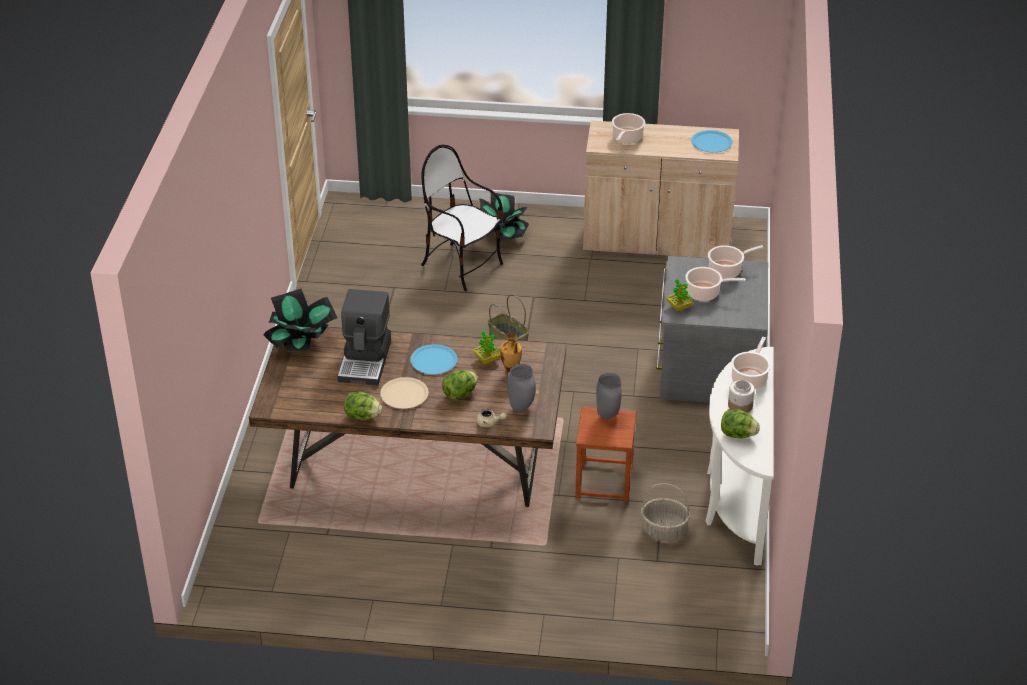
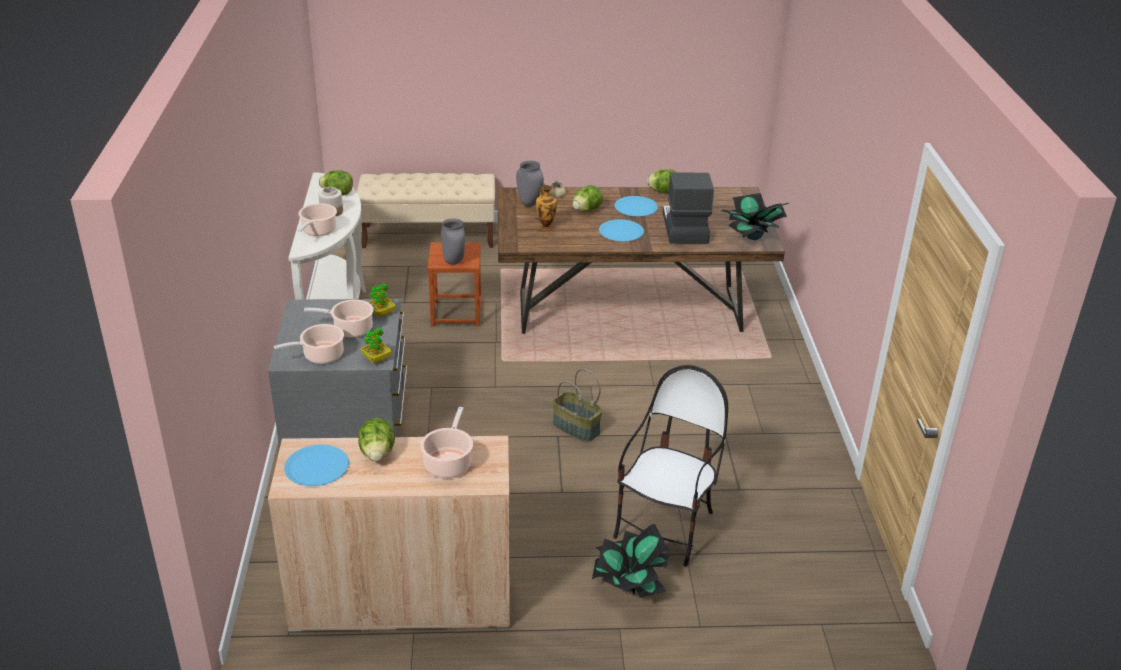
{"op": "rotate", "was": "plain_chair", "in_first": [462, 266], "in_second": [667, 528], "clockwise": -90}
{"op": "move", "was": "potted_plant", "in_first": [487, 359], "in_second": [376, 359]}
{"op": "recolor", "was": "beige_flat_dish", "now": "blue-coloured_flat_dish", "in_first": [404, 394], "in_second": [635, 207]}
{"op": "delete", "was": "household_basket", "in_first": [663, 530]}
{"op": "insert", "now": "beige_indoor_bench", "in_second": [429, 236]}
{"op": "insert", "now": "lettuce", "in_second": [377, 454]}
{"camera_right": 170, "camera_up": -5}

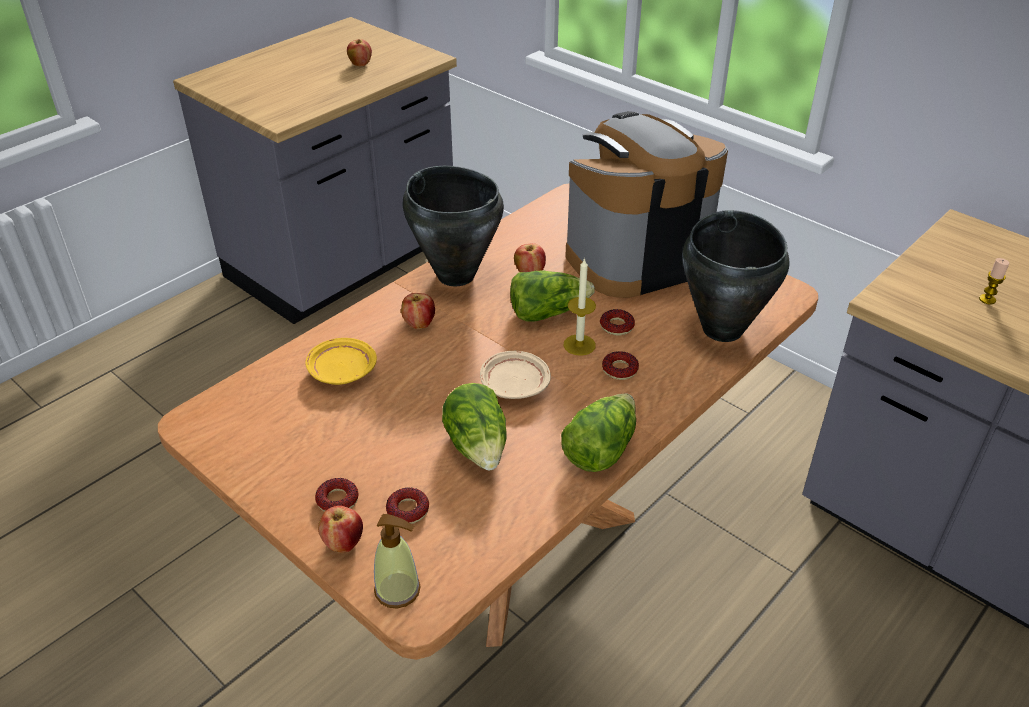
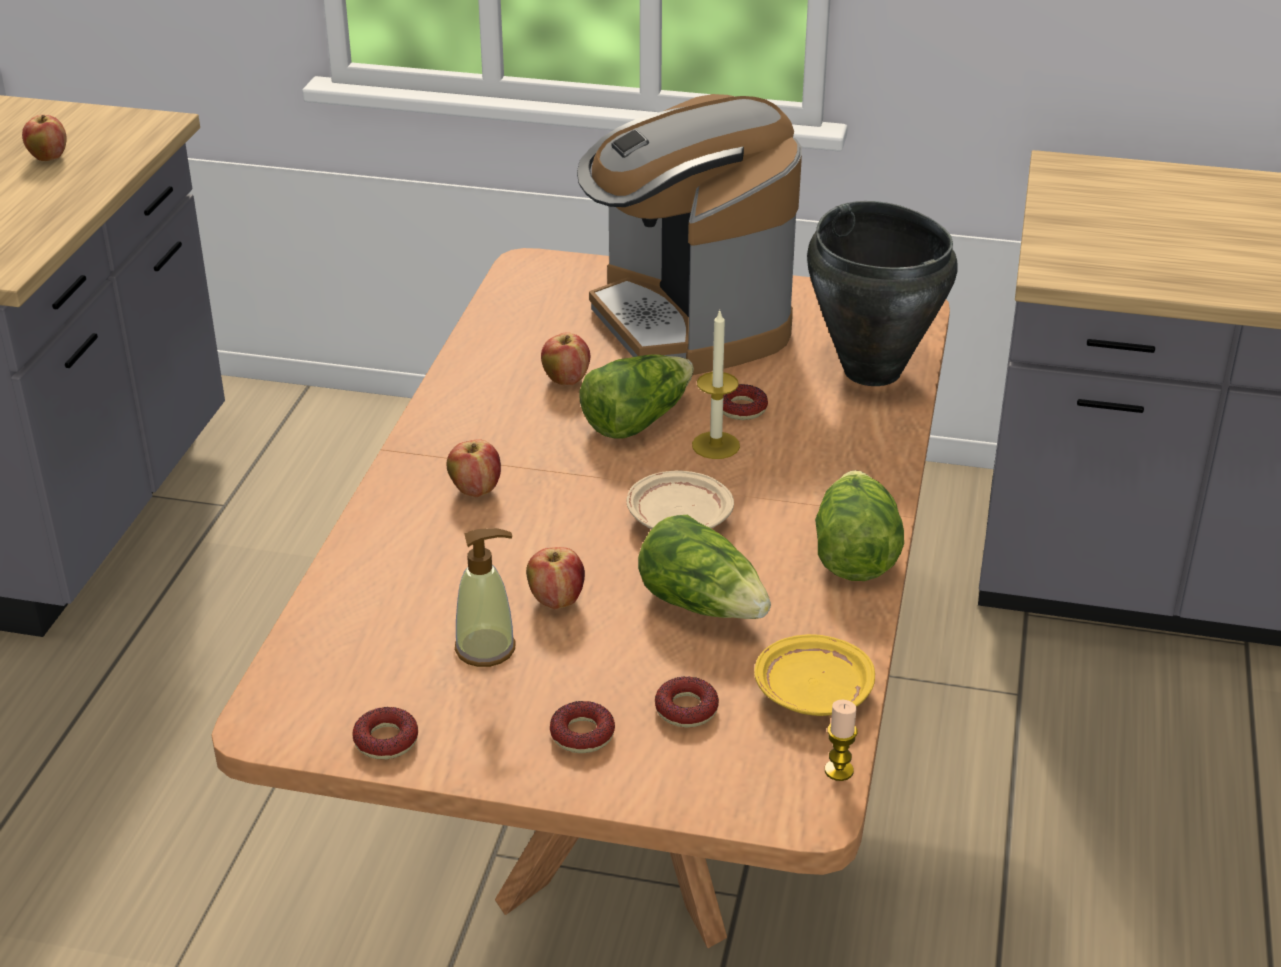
{"op": "rotate", "was": "coffee_brewer", "in_first": [635, 259], "in_second": [689, 321], "clockwise": -60}
{"op": "delete", "was": "black_cooking_pot", "in_first": [456, 275]}
{"op": "move", "was": "wax_candle", "in_first": [987, 299], "in_second": [839, 770]}
{"op": "move", "was": "yellow-coloured_flat_dish", "in_first": [341, 371], "in_second": [812, 692]}
{"op": "move", "was": "doughnut", "in_first": [620, 369], "in_second": [386, 740]}
{"op": "move", "was": "apple", "in_first": [343, 543], "in_second": [556, 600]}
{"op": "move", "was": "soap_dispenser", "in_first": [398, 590], "in_second": [486, 648]}
{"camera_right": -30, "camera_up": -5}

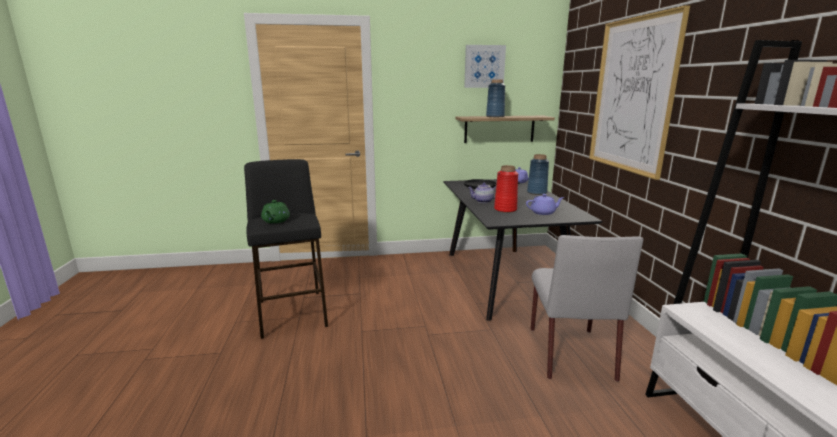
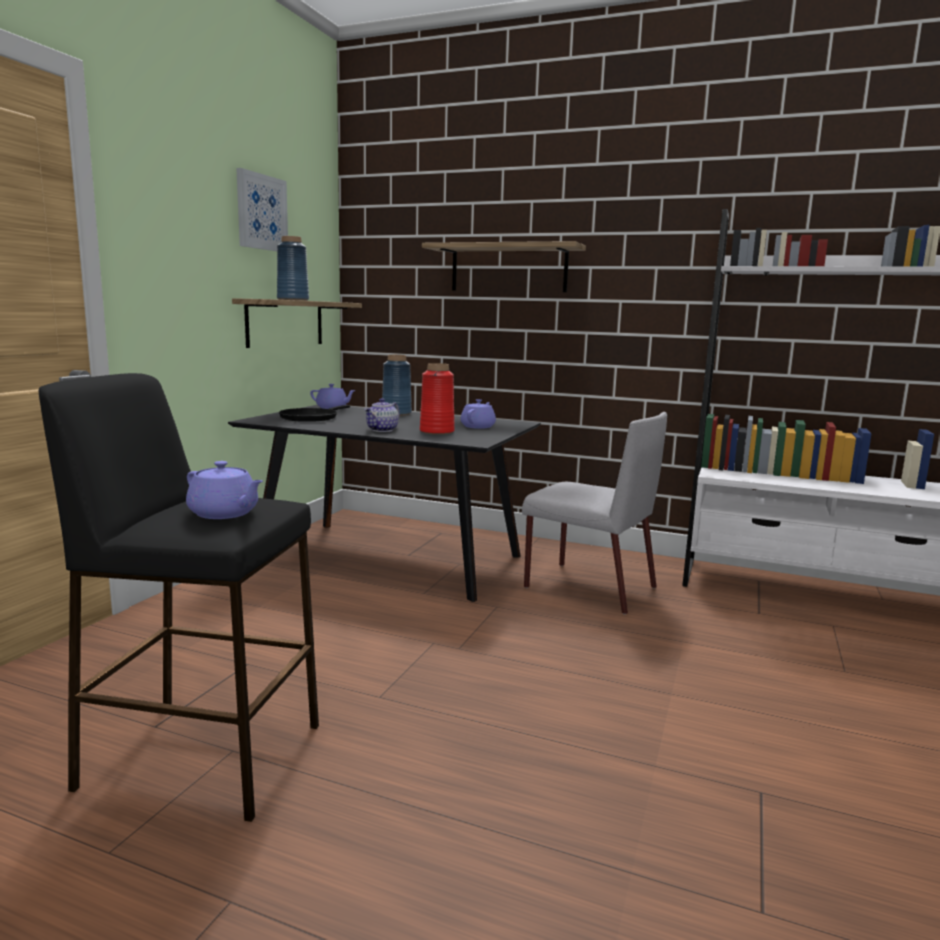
{"op": "replace", "was": "wall_art", "now": "bracket_shelf", "in_first": [632, 95], "in_second": [508, 268]}
{"op": "recolor", "was": "greenish_teapot", "now": "purple-coloured_teapot", "in_first": [275, 221], "in_second": [225, 513]}
{"camera_right": -60, "camera_up": -5}

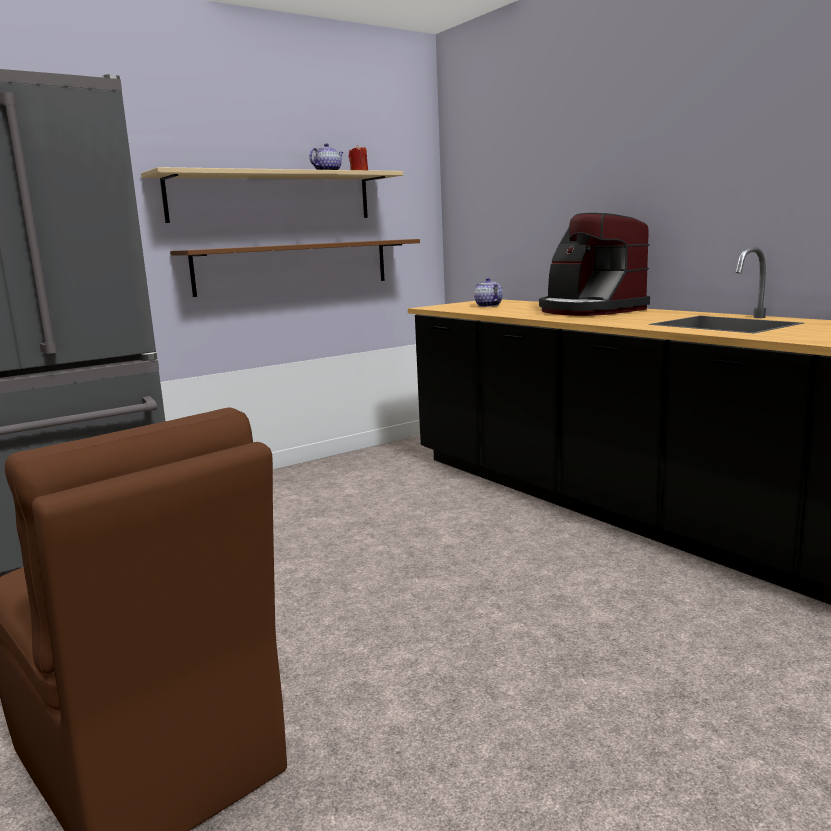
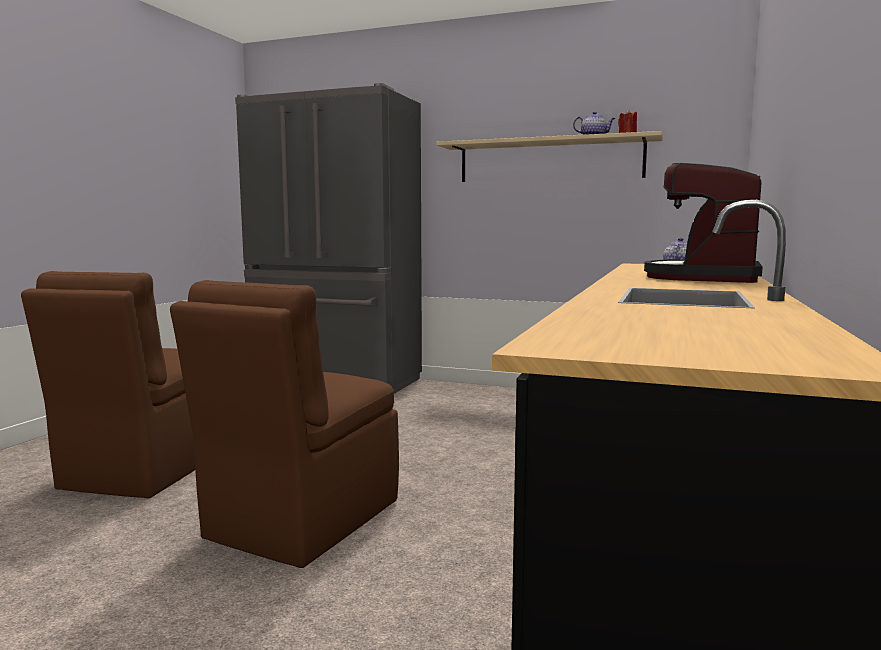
{"op": "delete", "was": "brown-coloured_bracket_shelf", "in_first": [294, 266]}
{"op": "insert", "now": "brown-coloured_plain_chair", "in_second": [300, 521]}
{"camera_right": 55, "camera_up": -5}

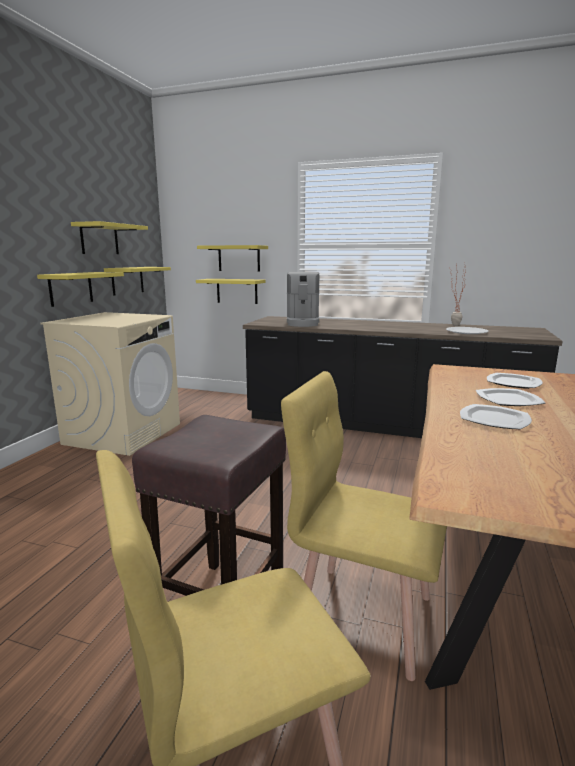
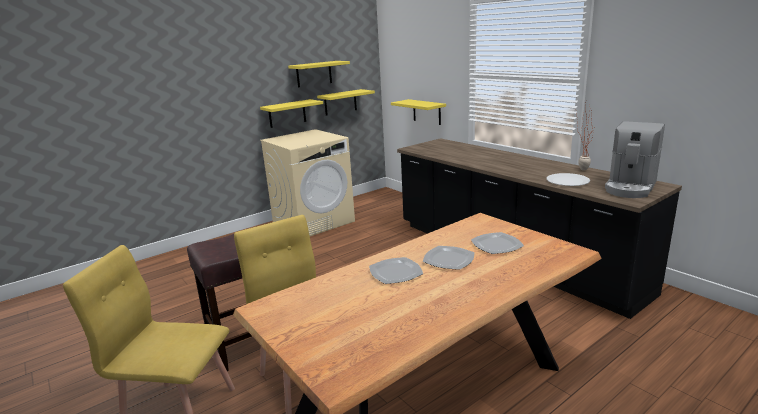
{"op": "delete", "was": "yellow-coloured_bracket_shelf", "in_first": [239, 258]}
{"op": "move", "was": "coffee_brewer", "in_first": [303, 322], "in_second": [630, 187]}
{"camera_right": 35, "camera_up": 5}

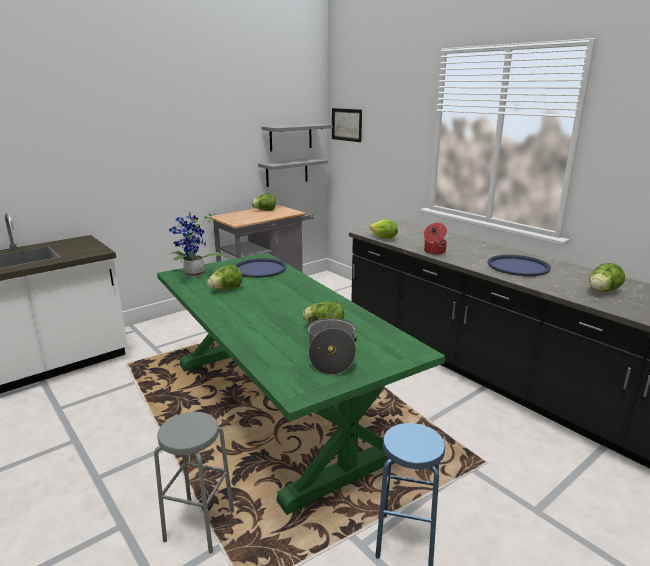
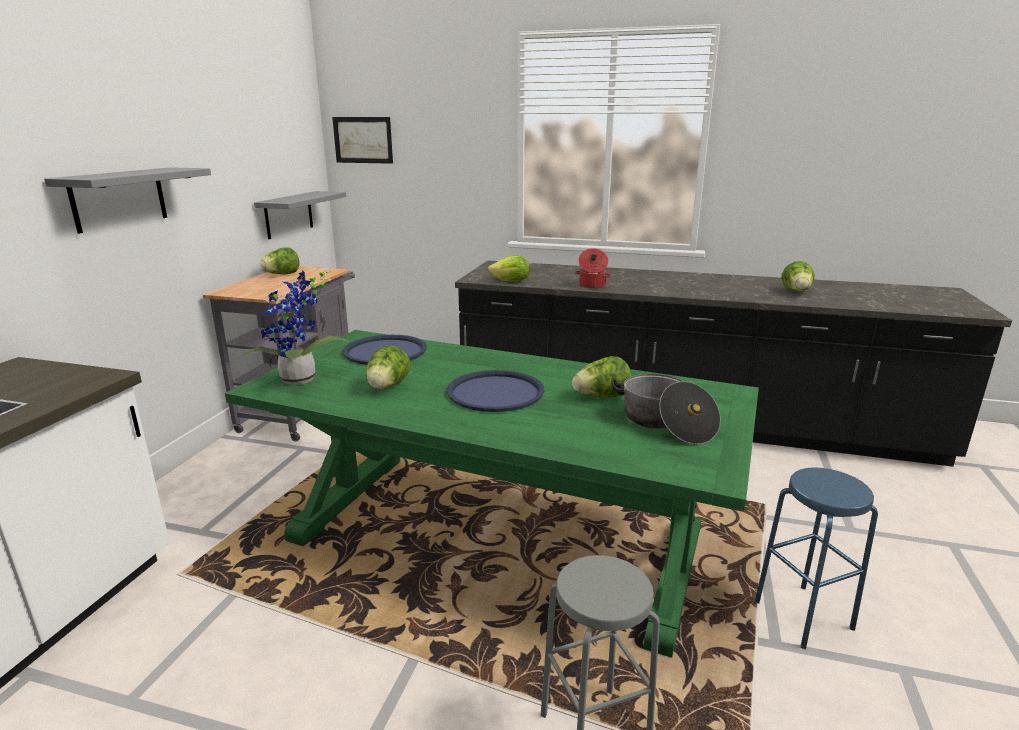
{"op": "move", "was": "grey_bracket_shelf", "in_first": [290, 137], "in_second": [119, 199]}
{"op": "move", "was": "blue-coloured_serving_tray", "in_first": [518, 266], "in_second": [495, 392]}
{"camera_right": -35, "camera_up": 0}

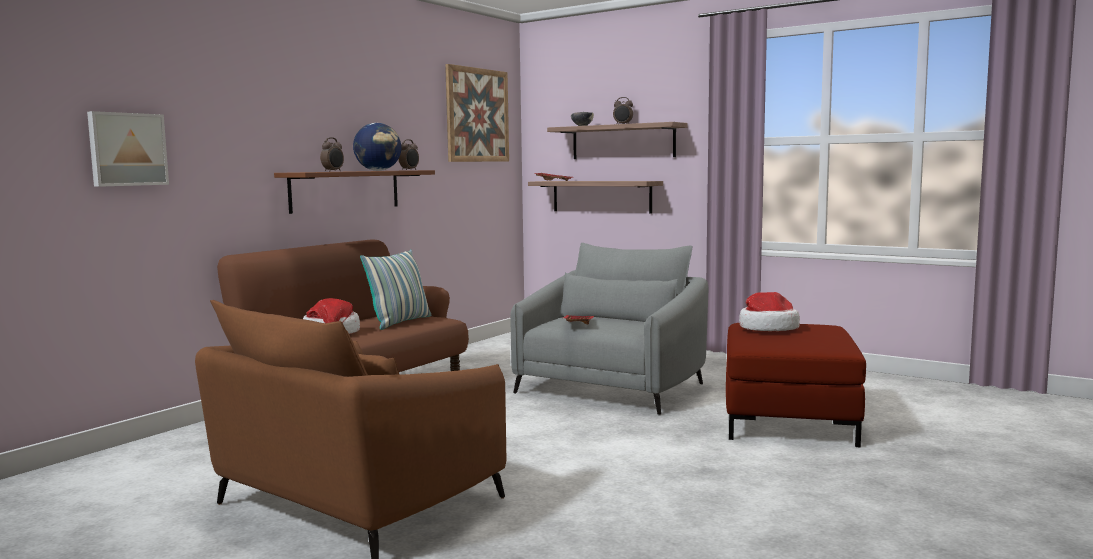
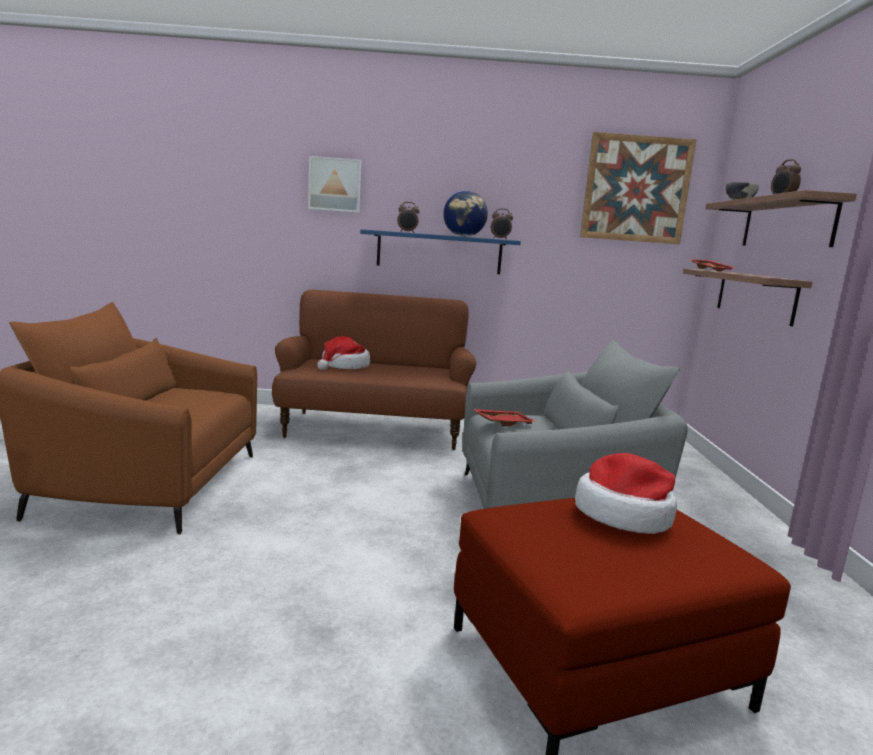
{"op": "move", "was": "wall_art", "in_first": [127, 149], "in_second": [335, 185]}
{"op": "recolor", "was": "brown-coloured_bracket_shelf", "now": "blue-coloured_bracket_shelf", "in_first": [345, 190], "in_second": [439, 252]}
{"op": "delete", "was": "pillow", "in_first": [399, 322]}
{"camera_right": 55, "camera_up": 5}

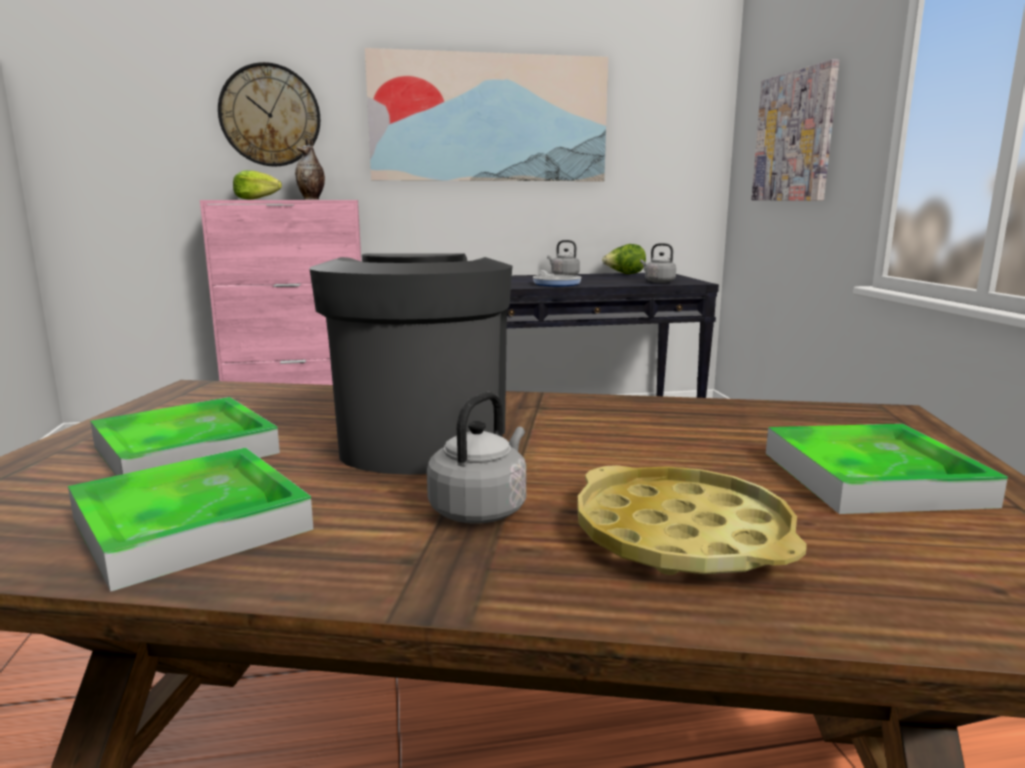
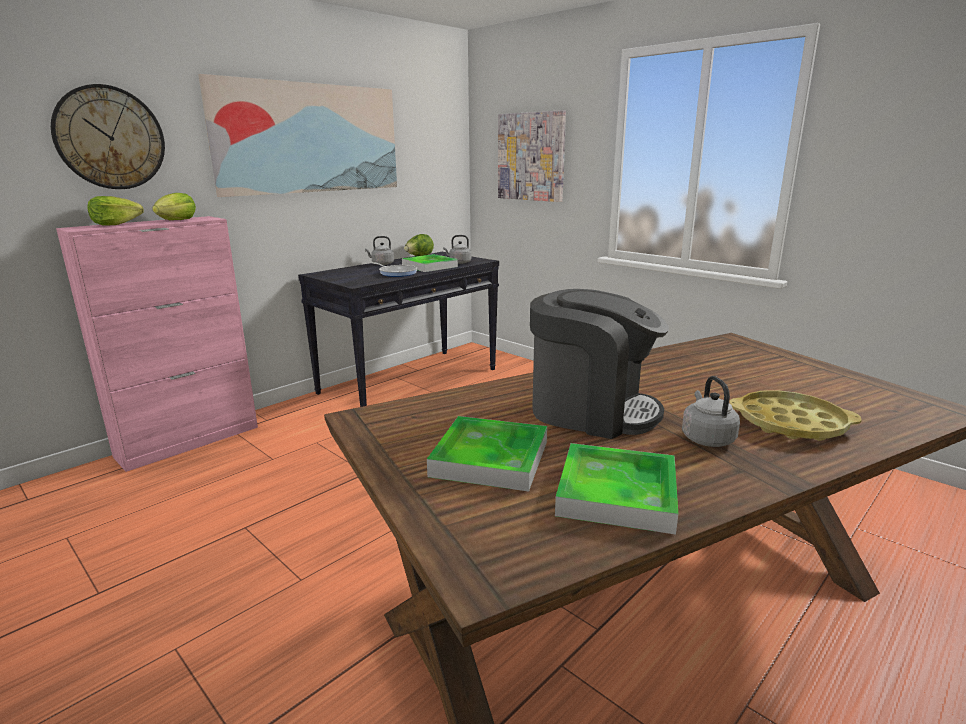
{"op": "replace", "was": "vase", "now": "lettuce", "in_first": [312, 199], "in_second": [177, 220]}
{"op": "rotate", "was": "coffee_brewer", "in_first": [421, 438], "in_second": [591, 411], "clockwise": 150}
{"op": "move", "was": "serving_tray", "in_first": [872, 478], "in_second": [429, 266]}
{"camera_right": -35, "camera_up": 5}

